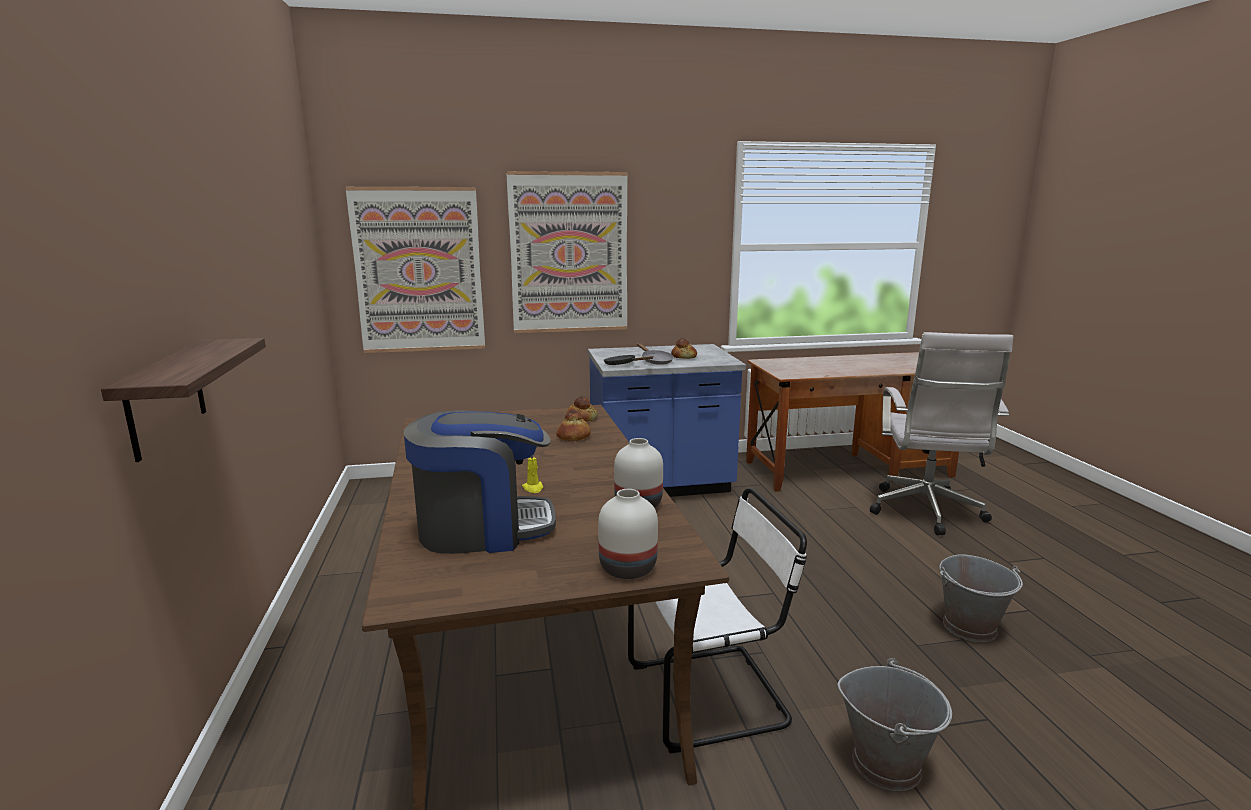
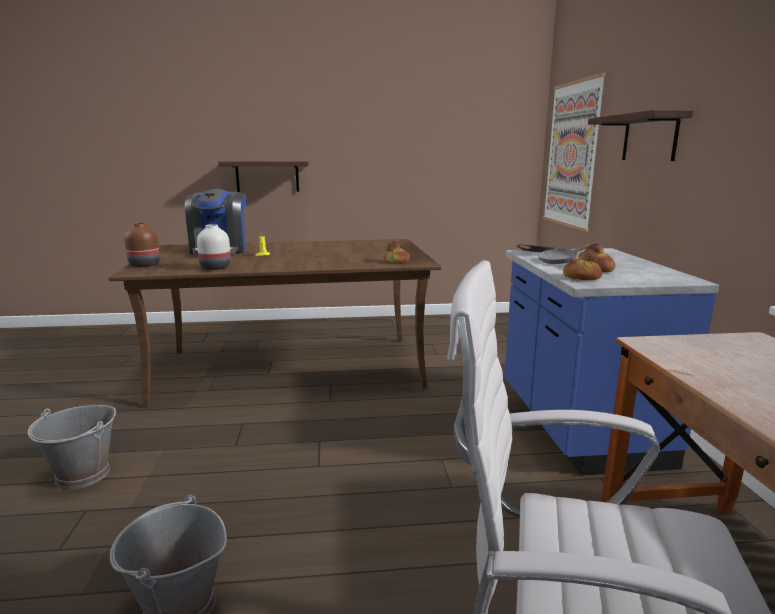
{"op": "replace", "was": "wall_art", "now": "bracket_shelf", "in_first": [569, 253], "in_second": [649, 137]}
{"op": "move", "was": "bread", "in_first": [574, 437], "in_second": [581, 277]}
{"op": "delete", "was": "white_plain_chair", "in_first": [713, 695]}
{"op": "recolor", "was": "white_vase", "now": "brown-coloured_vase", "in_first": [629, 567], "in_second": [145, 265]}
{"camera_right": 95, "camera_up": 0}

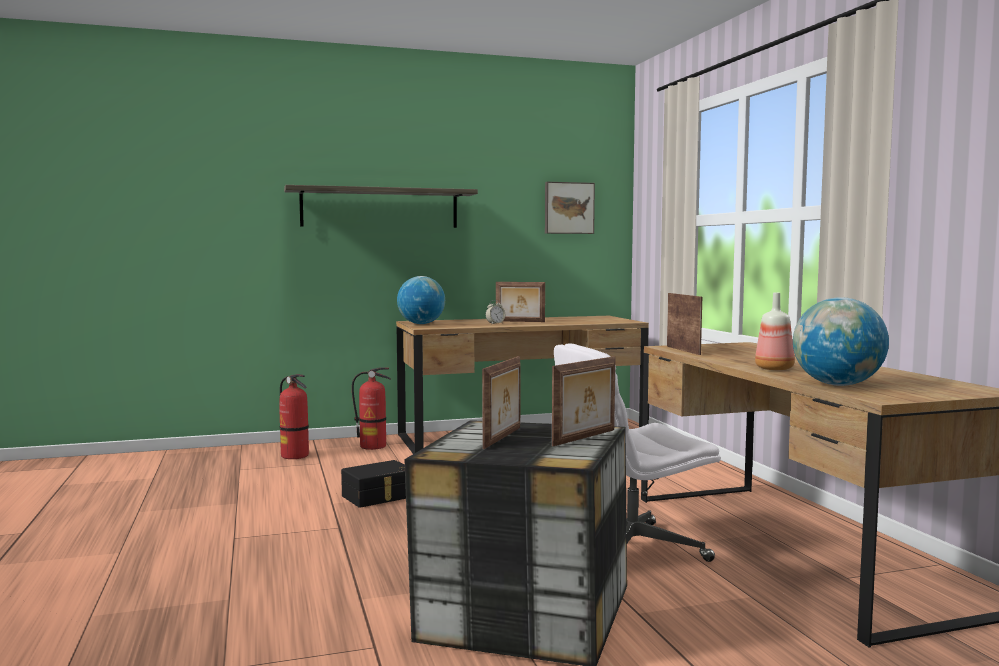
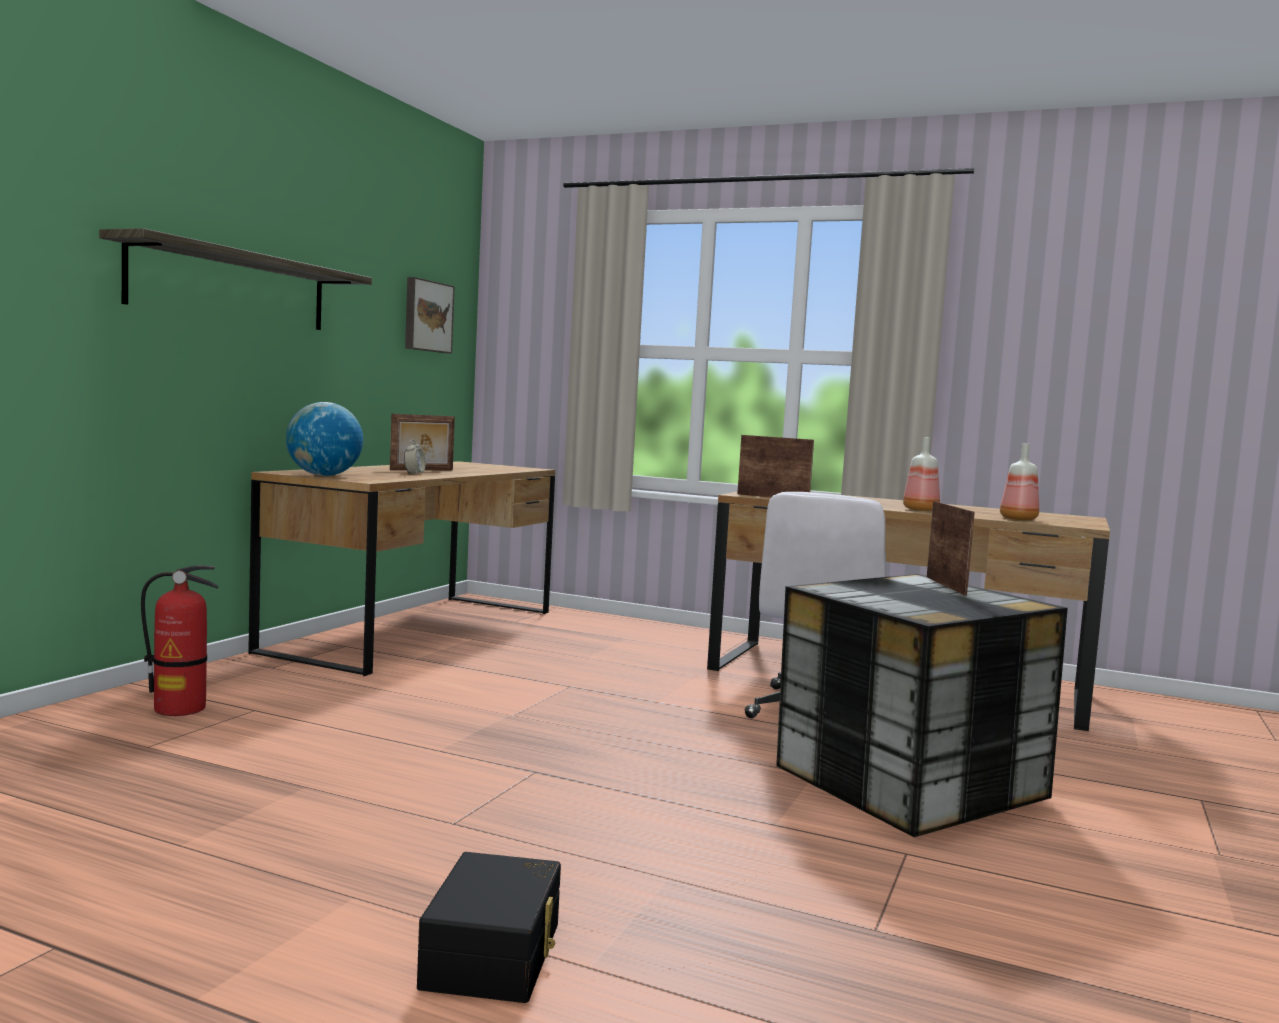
{"op": "replace", "was": "world_globe", "now": "drink_bottle", "in_first": [837, 385], "in_second": [1018, 519]}
{"op": "delete", "was": "standing_frame", "in_first": [503, 438]}
{"op": "delete", "was": "extinguisher", "in_first": [373, 446]}
{"op": "move", "was": "black_storage_container", "in_first": [379, 497], "in_second": [496, 954]}
{"camera_right": -50, "camera_up": 0}

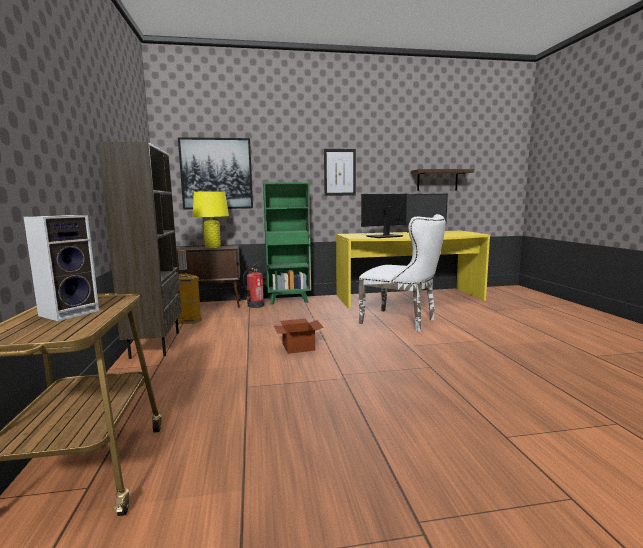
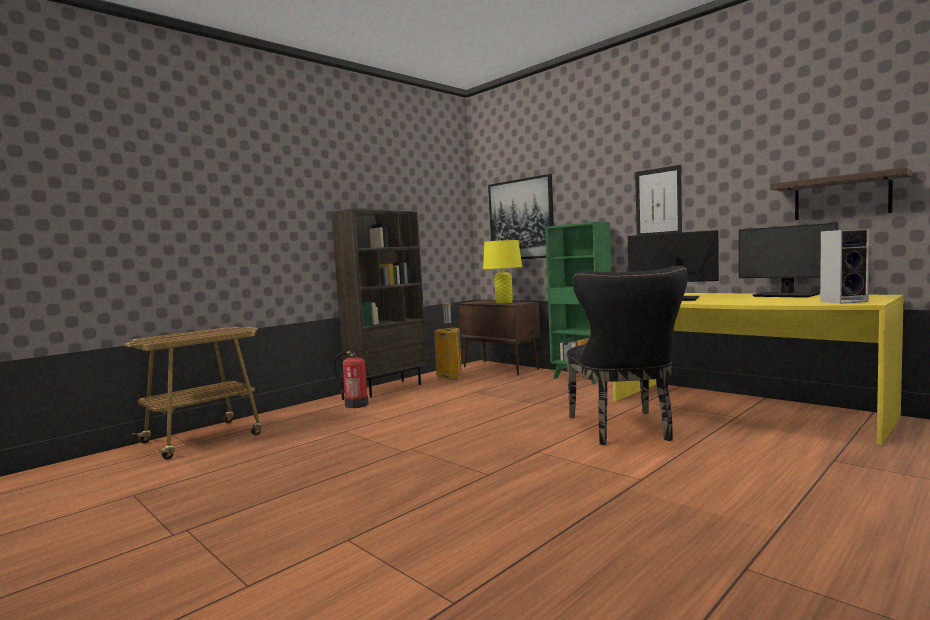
{"op": "recolor", "was": "white_plain_chair", "now": "black_plain_chair", "in_first": [403, 321], "in_second": [624, 430]}
{"op": "move", "was": "speaker", "in_first": [70, 312], "in_second": [844, 301]}
{"op": "move", "was": "extinguisher", "in_first": [255, 305], "in_second": [356, 405]}
{"op": "delete", "was": "carton", "in_first": [299, 346]}
{"camera_right": 55, "camera_up": -5}

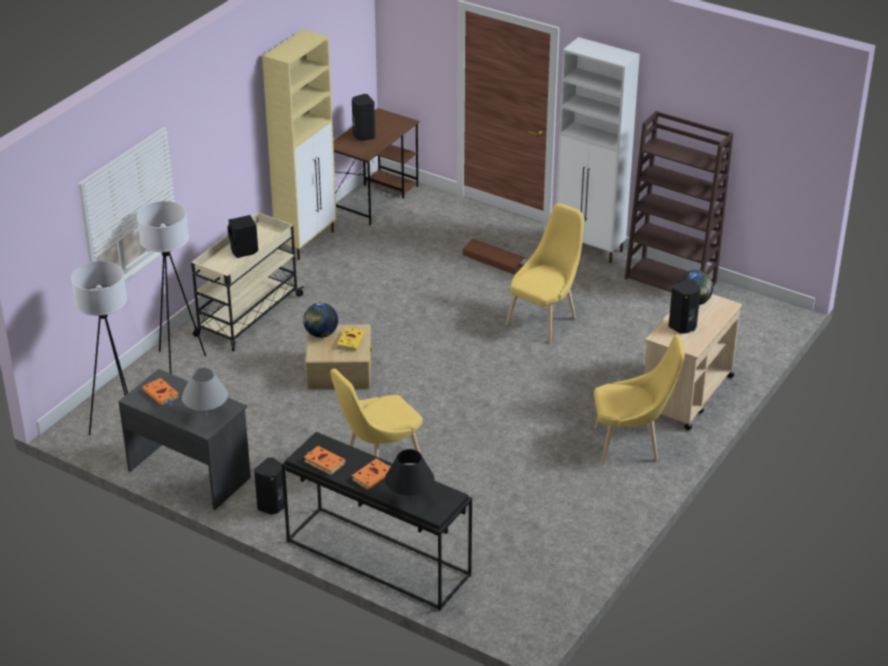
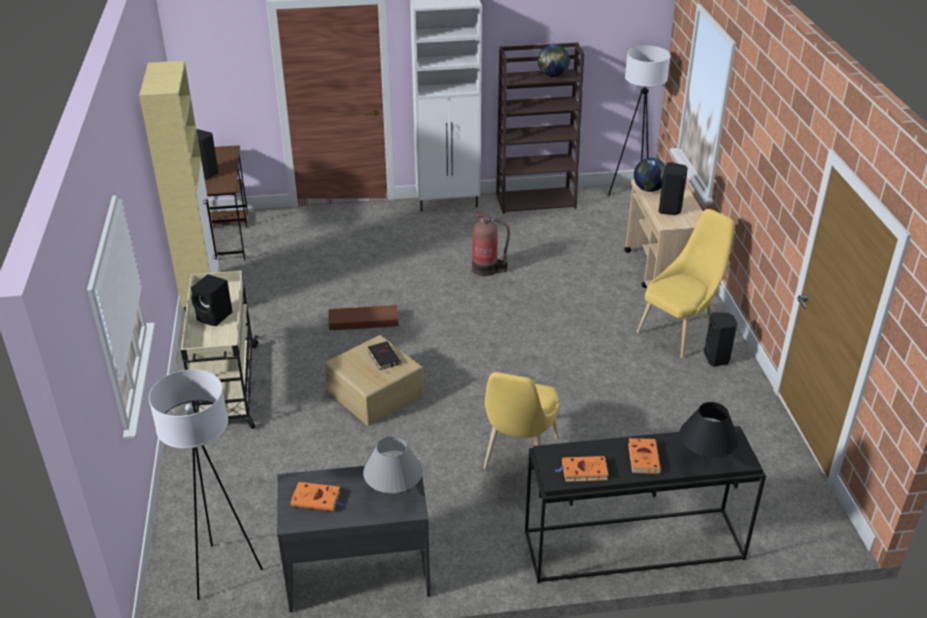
{"op": "move", "was": "white_standard_lamp", "in_first": [178, 363], "in_second": [632, 196]}
{"op": "replace", "was": "yellow-coloured_plain_chair", "now": "extinguisher", "in_first": [544, 319], "in_second": [487, 269]}
{"op": "move", "was": "brown-coloured_storage_container", "in_first": [493, 260], "in_second": [363, 321]}
{"op": "move", "was": "world_globe", "in_first": [321, 334], "in_second": [553, 75]}
{"op": "recolor", "was": "yellow-coloured_book", "now": "black_book", "in_first": [350, 340], "in_second": [383, 357]}
{"op": "move", "was": "black_speaker", "in_first": [272, 506], "in_second": [717, 358]}
{"camera_right": -40, "camera_up": 0}

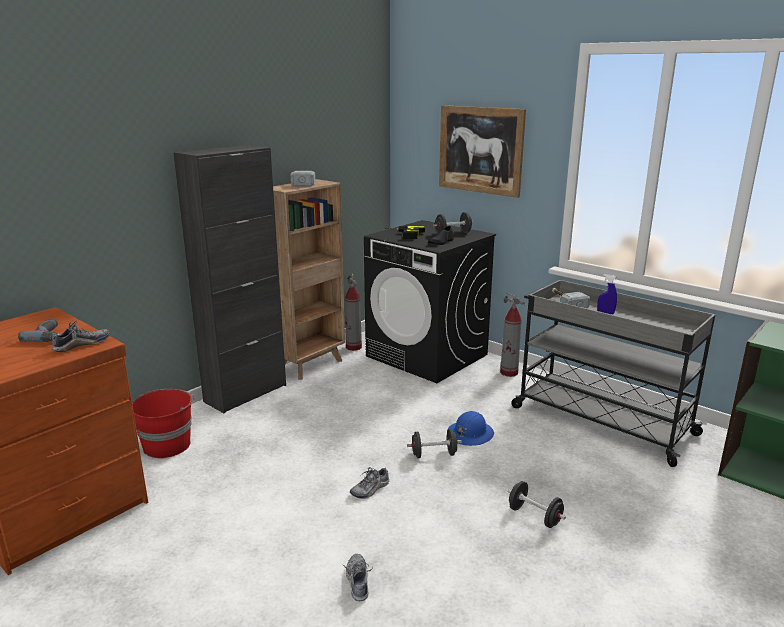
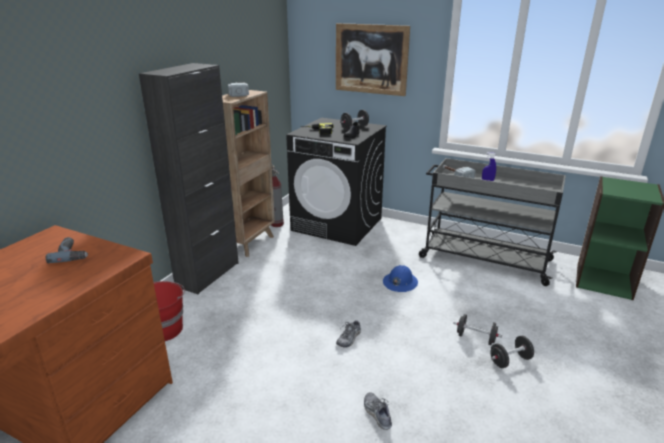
{"op": "delete", "was": "extinguisher", "in_first": [509, 373]}
{"op": "delete", "was": "item_of_footwear", "in_first": [82, 345]}
{"op": "move", "was": "black_free_weight", "in_first": [434, 454], "in_second": [510, 360]}
{"camera_right": -15, "camera_up": 5}

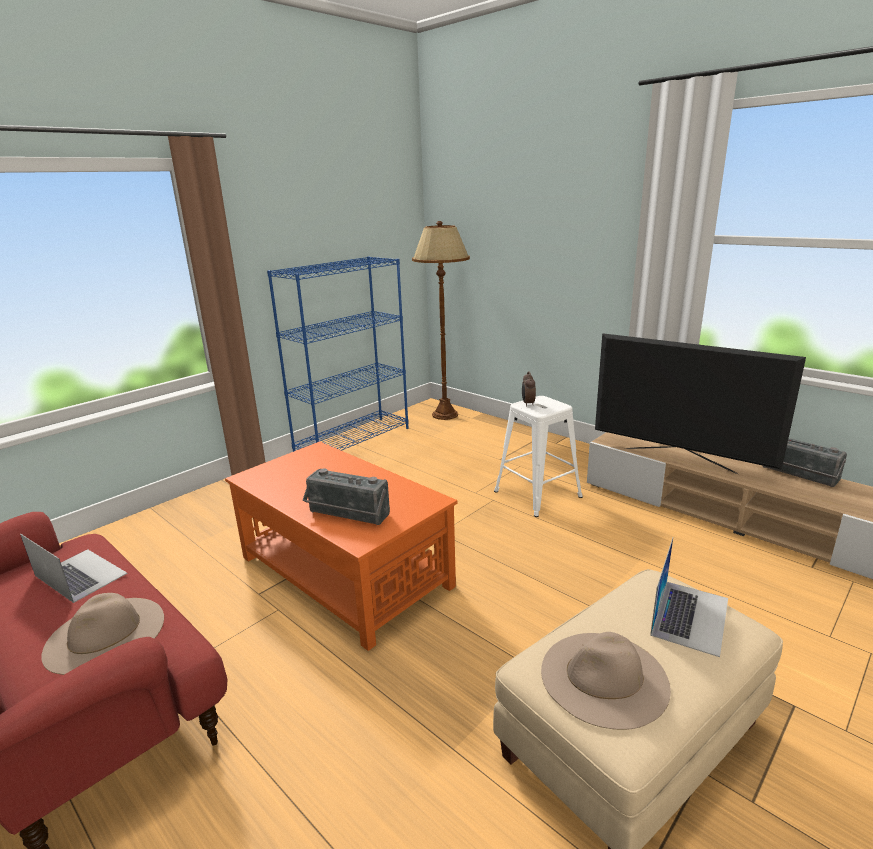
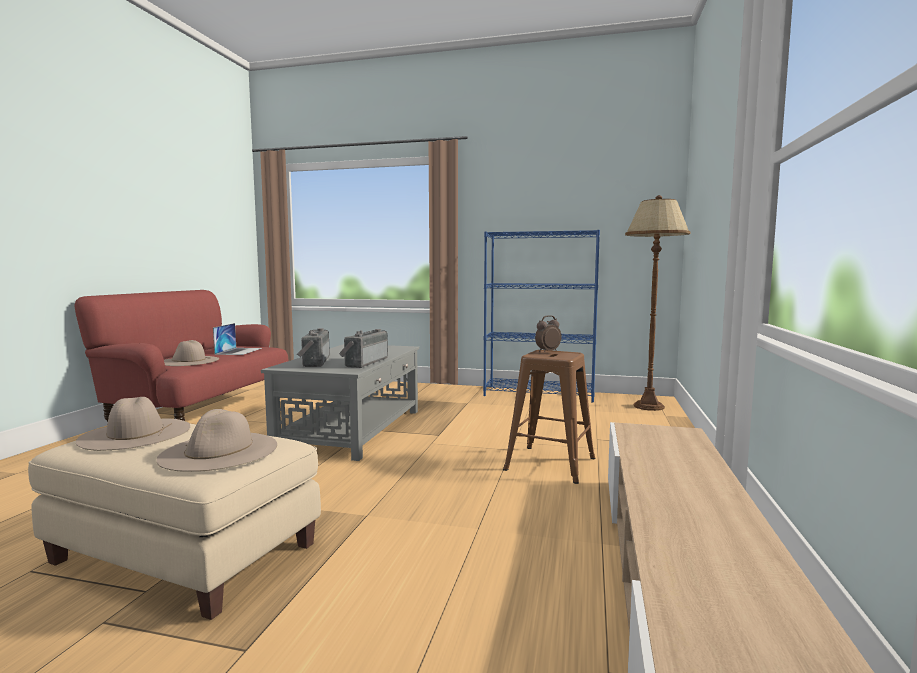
{"op": "delete", "was": "TV", "in_first": [679, 459]}
{"op": "recolor", "was": "white_sitting_stool", "now": "brown-coloured_sitting_stool", "in_first": [536, 494], "in_second": [549, 463]}
{"op": "move", "was": "radio_receiver", "in_first": [797, 475], "in_second": [364, 362]}
{"op": "recolor", "was": "orange-coloured_lounge_table", "now": "grey_lounge_table", "in_first": [344, 571], "in_second": [352, 429]}
{"op": "replace", "was": "laptop", "now": "beige_clothing_hat", "in_first": [690, 616], "in_second": [219, 451]}
{"camera_right": 60, "camera_up": -15}

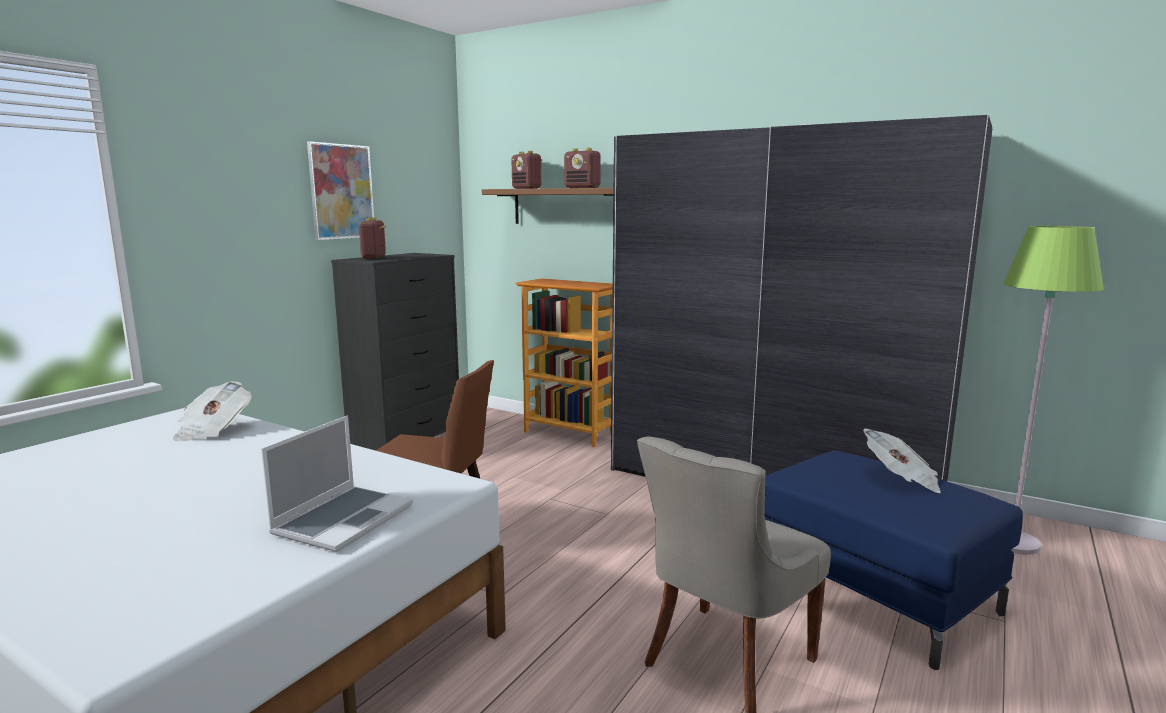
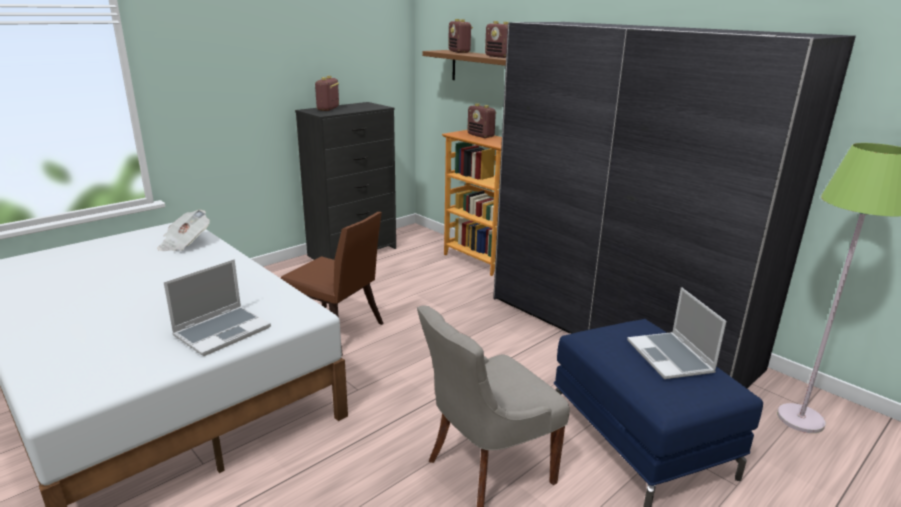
{"op": "delete", "was": "wall_art", "in_first": [341, 191]}
{"op": "replace", "was": "newspaper", "now": "laptop", "in_first": [901, 479], "in_second": [671, 357]}
{"op": "insert", "now": "radio_receiver", "in_second": [481, 136]}
{"camera_right": 15, "camera_up": 10}

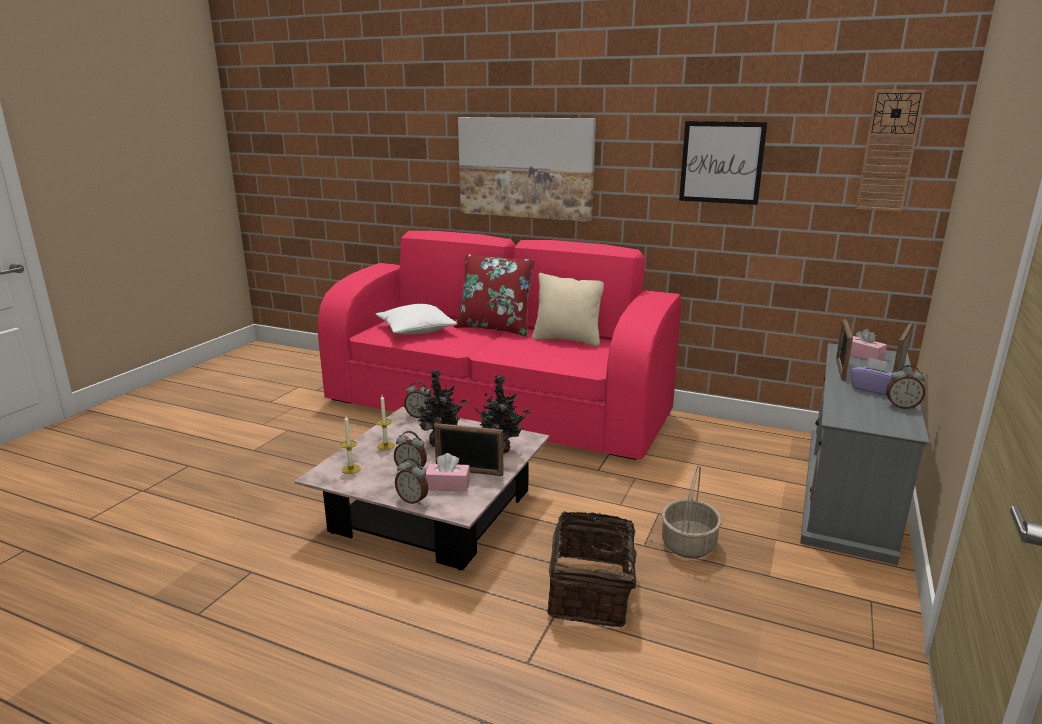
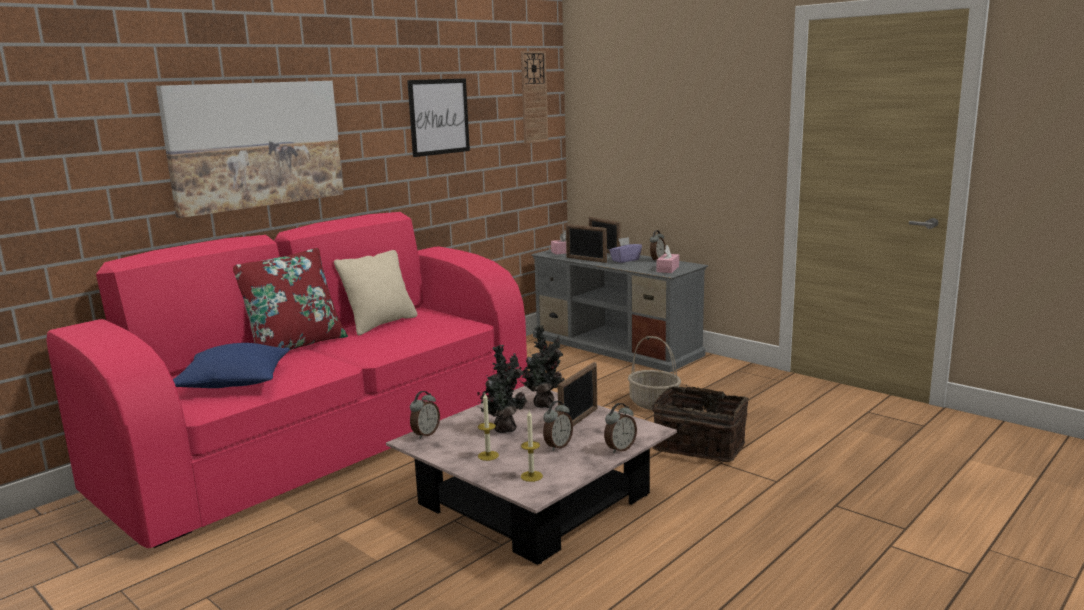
{"op": "recolor", "was": "white_pillow", "now": "blue-coloured_pillow", "in_first": [416, 330], "in_second": [234, 382]}
{"op": "move", "was": "pinkish_box_of_tissues", "in_first": [448, 485], "in_second": [667, 269]}
{"camera_right": -70, "camera_up": -5}

